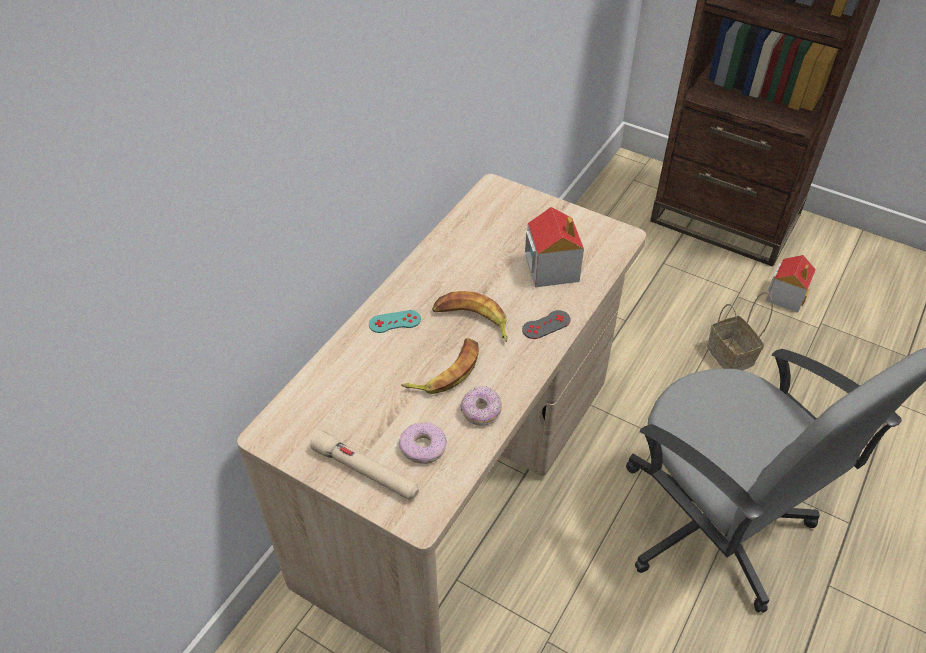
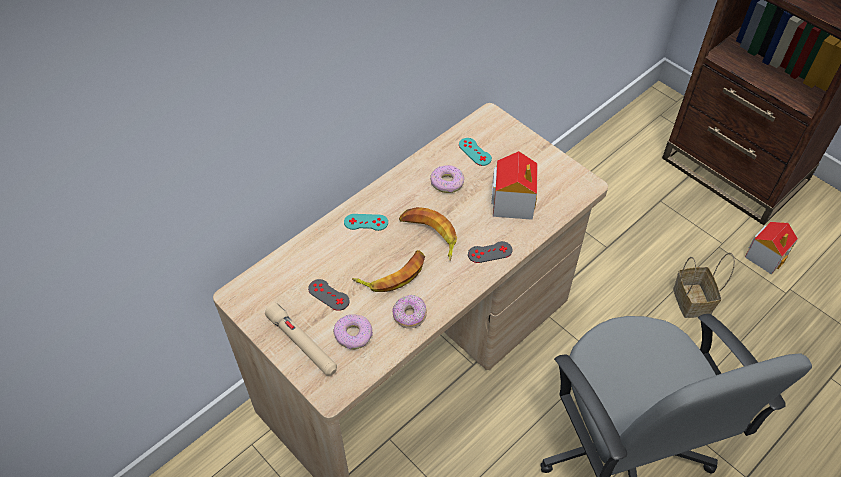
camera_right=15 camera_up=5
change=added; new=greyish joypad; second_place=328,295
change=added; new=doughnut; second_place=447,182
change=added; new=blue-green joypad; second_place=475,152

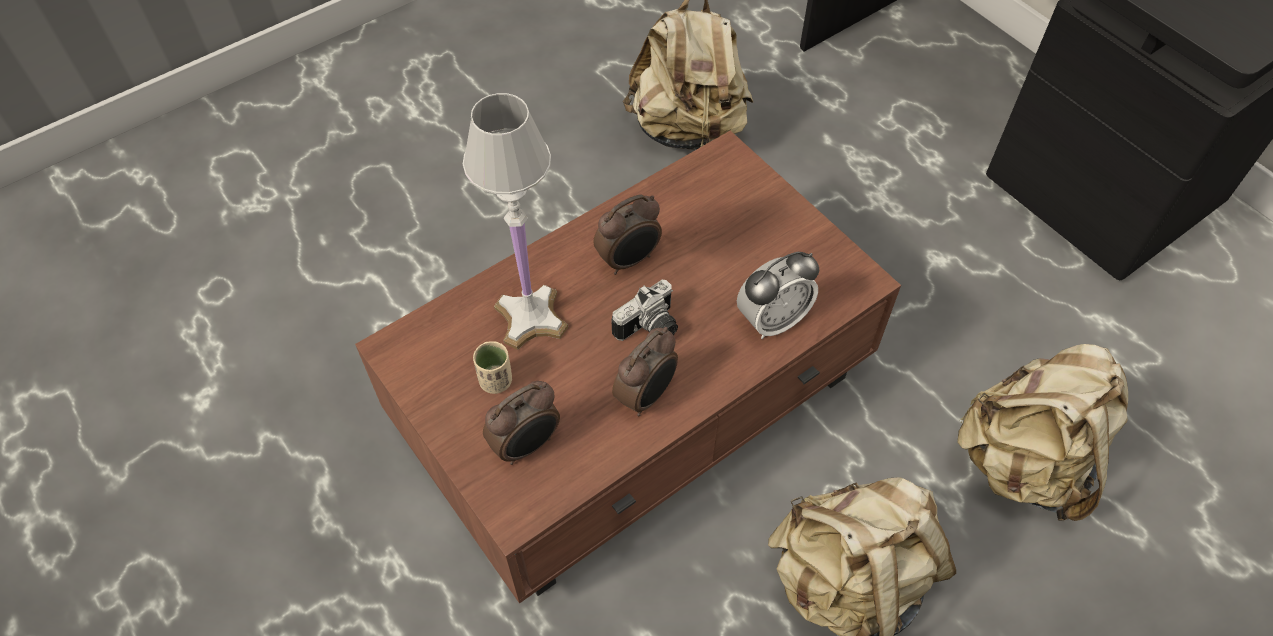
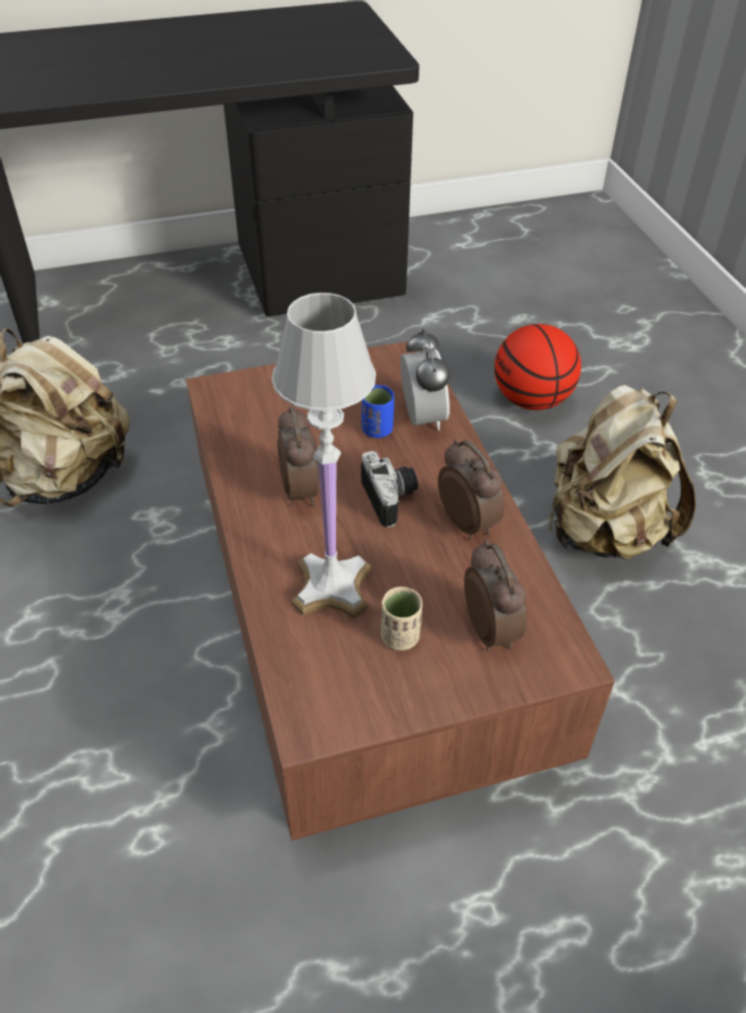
camera_right=-70 camera_up=-10
change=added; new=bluish cup; second_place=377,430
change=replaced; old=beige-coloured rucksack; new=basketball; first_place=1023,463; second_place=532,400

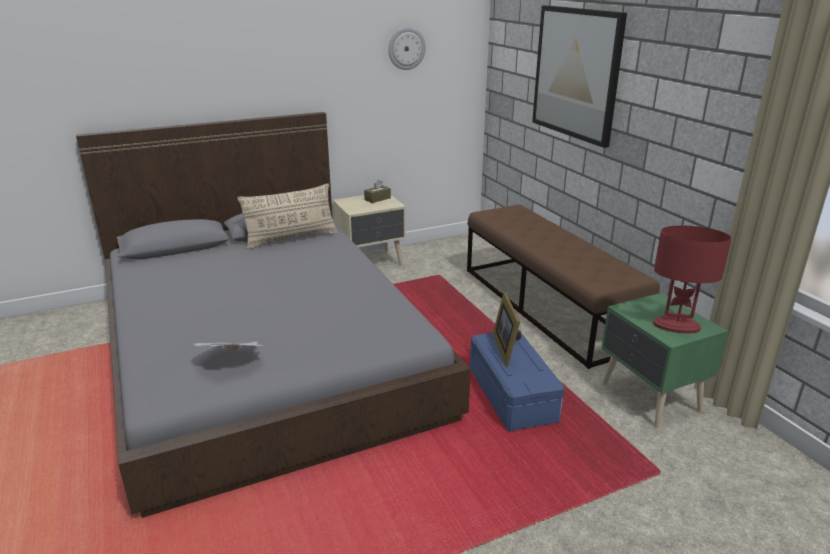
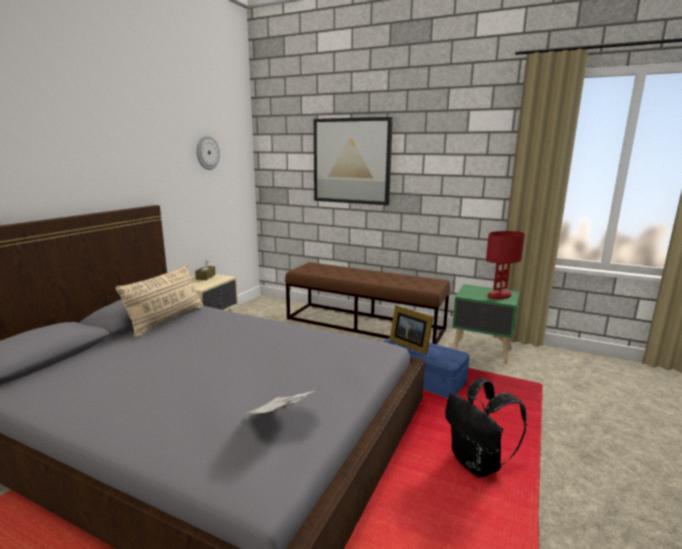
camera_right=-40 camera_up=-10
change=added; new=black rucksack; second_place=478,464

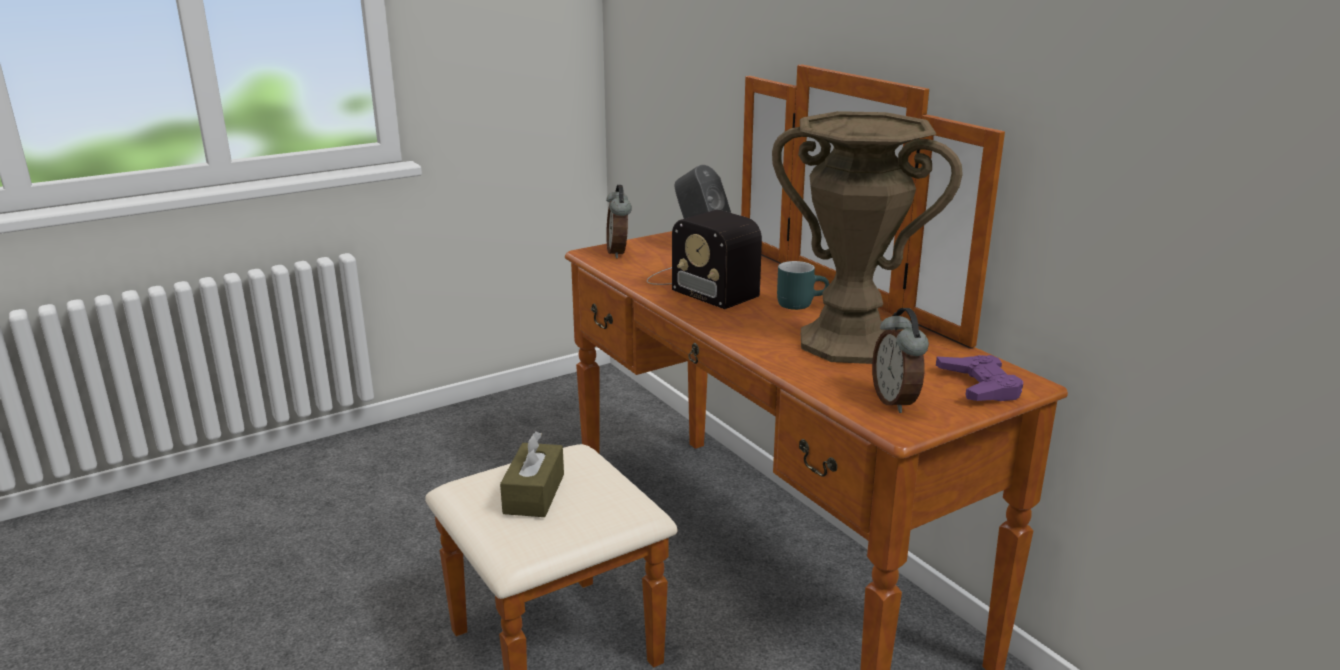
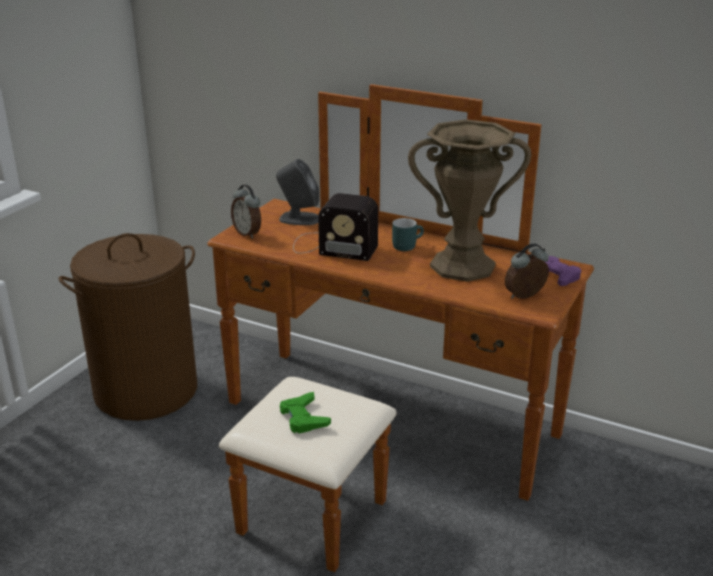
camera_right=-30 camera_up=5
change=added; new=brownish washing basket; second_place=146,390
change=replaced; old=brownish tissue box; new=green-coloured joypad; first_place=534,493; second_place=303,418
change=turned; old=table clock; first_place=896,401; second_place=525,297; degrees=105

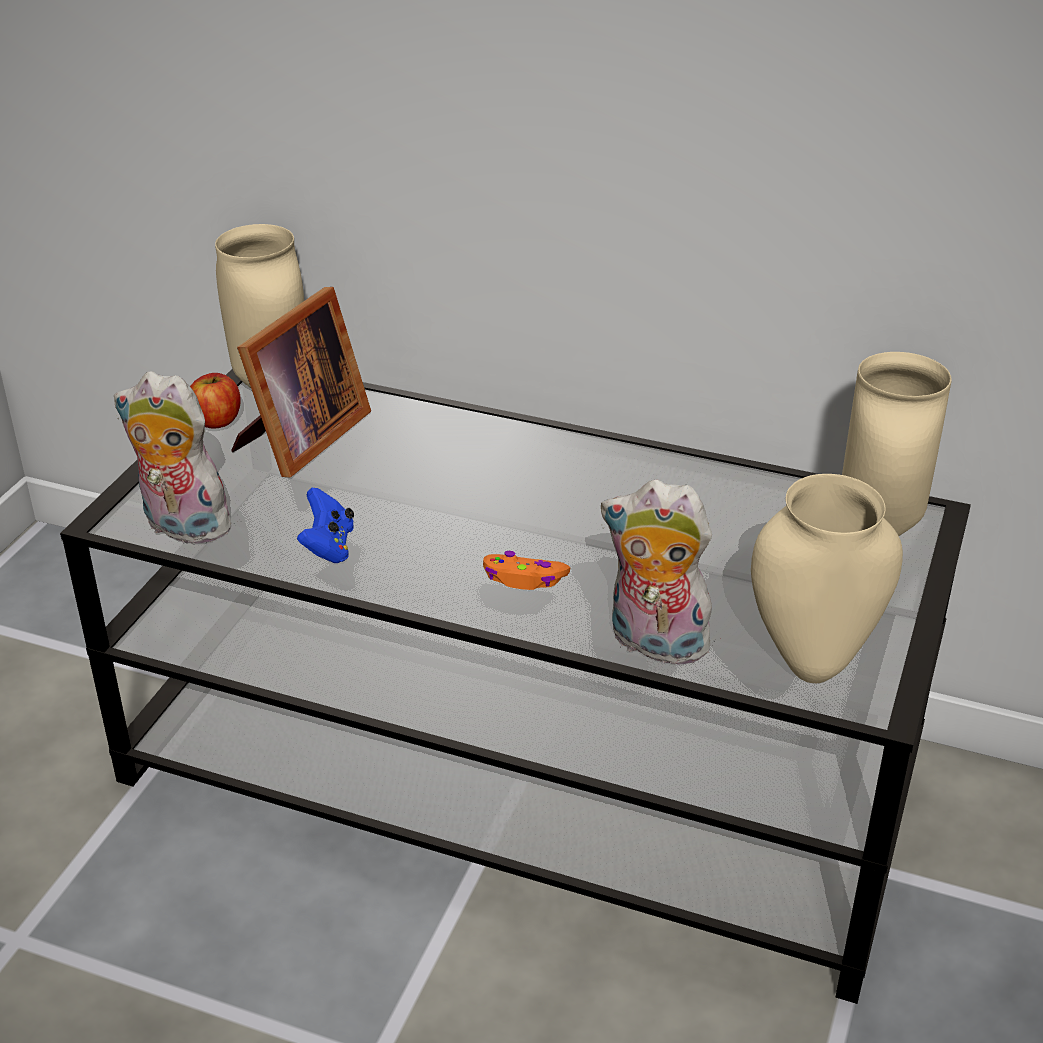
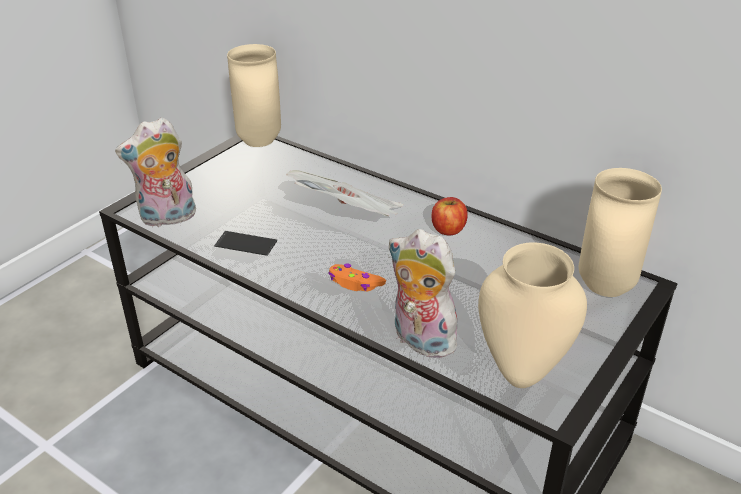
camera_right=15 camera_up=0
change=removed; old=picture frame; first_place=299,439
change=added; new=newspaper; second_place=349,219
change=moved; old=whole apple; first_place=216,421; second_place=448,229
change=replaced; old=bluish joypad; new=telephone; first_place=328,547; second_place=246,243
change=turned; old=soft toy; first_place=181,527; second_place=167,218; degrees=-60

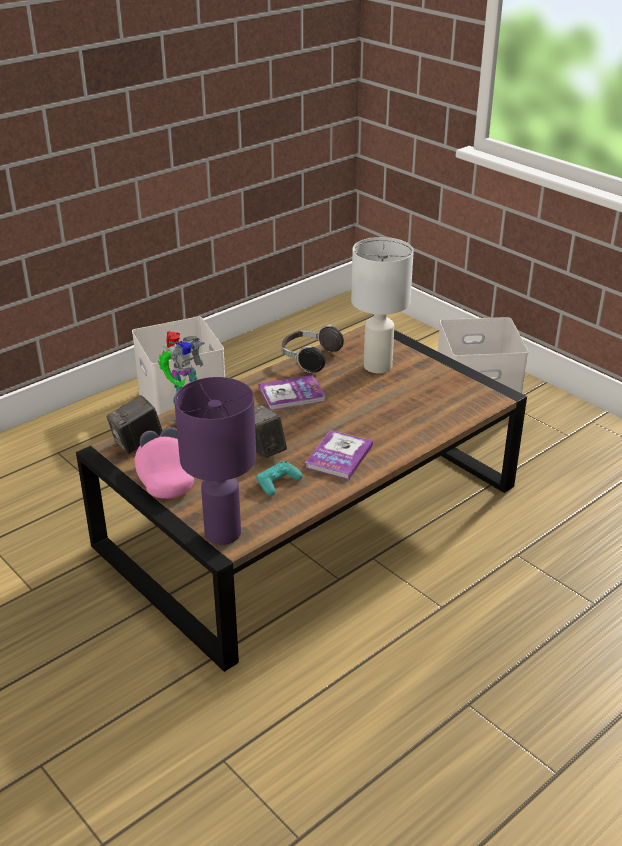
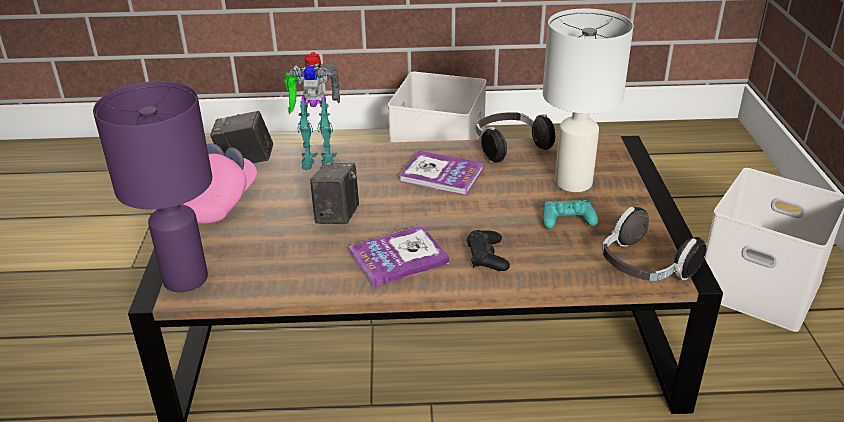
camera_right=40 camera_up=0
change=added; new=black joypad; second_place=487,256
change=added; new=pair of headphones; second_place=644,268
change=moved; old=blue-green joypad; first_place=277,482; second_place=567,220

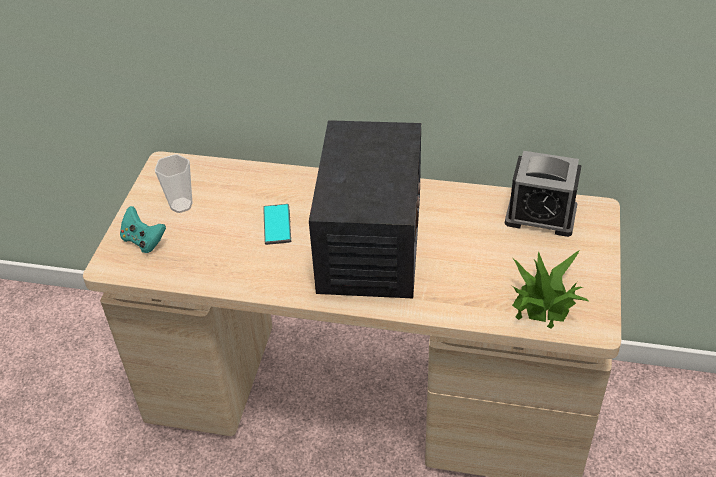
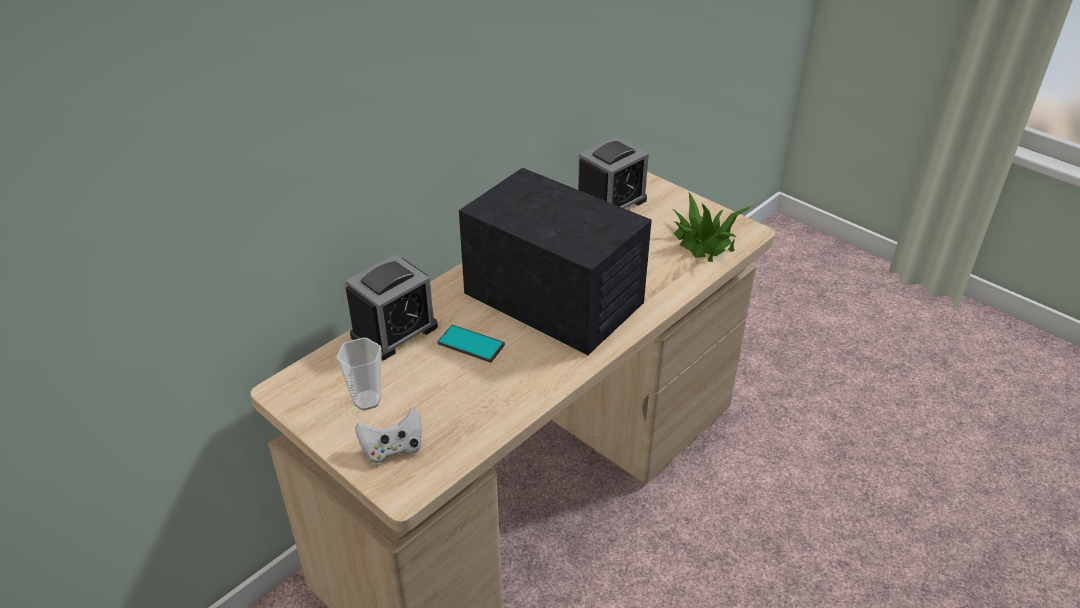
camera_right=-60 camera_up=-5
change=added; new=table clock; second_place=394,331
change=recoloured; old=blue-green joypad; new=white-coloured joypad; first_place=143,241; second_place=393,449

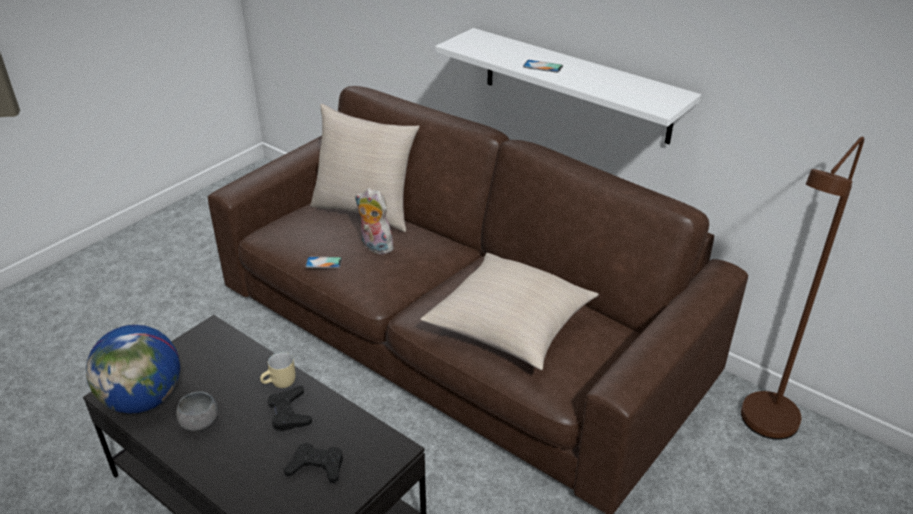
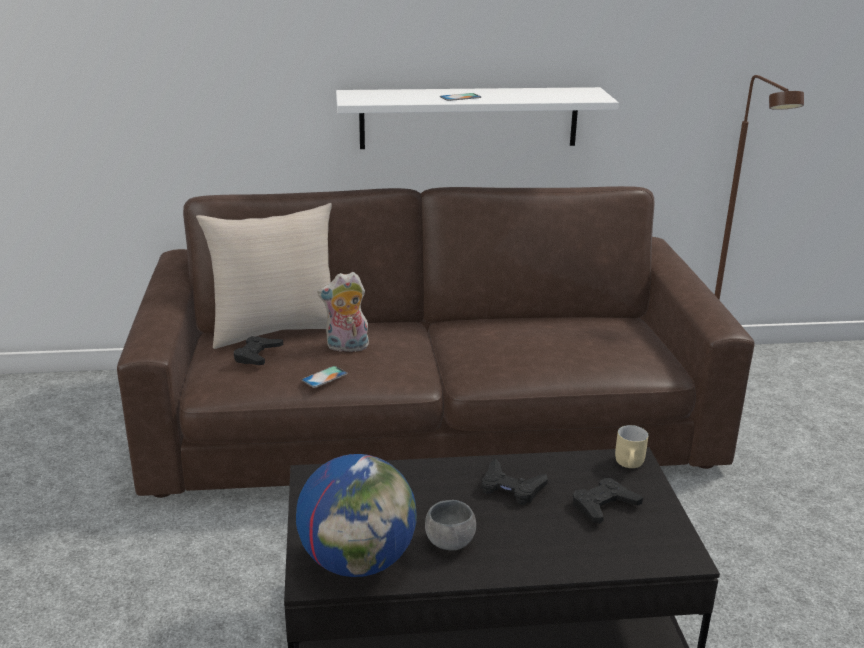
camera_right=-45 camera_up=-10
change=removed; old=beige-coloured pillow; first_place=510,325
change=added; new=black joypad; second_place=257,355
change=moved; old=beige-coloured mug; first_place=280,383; second_place=631,464

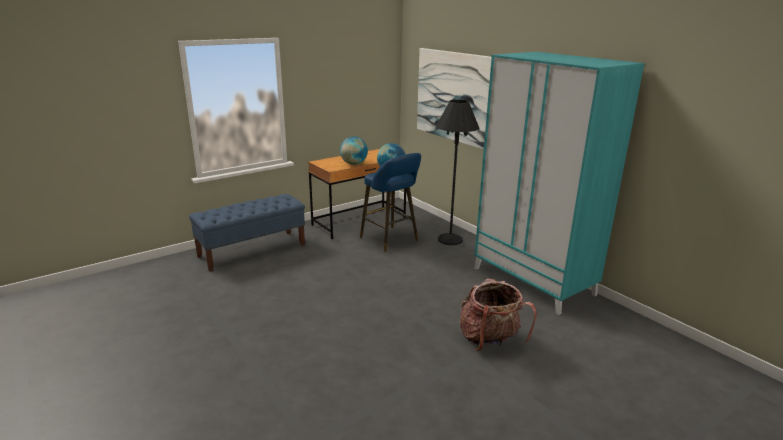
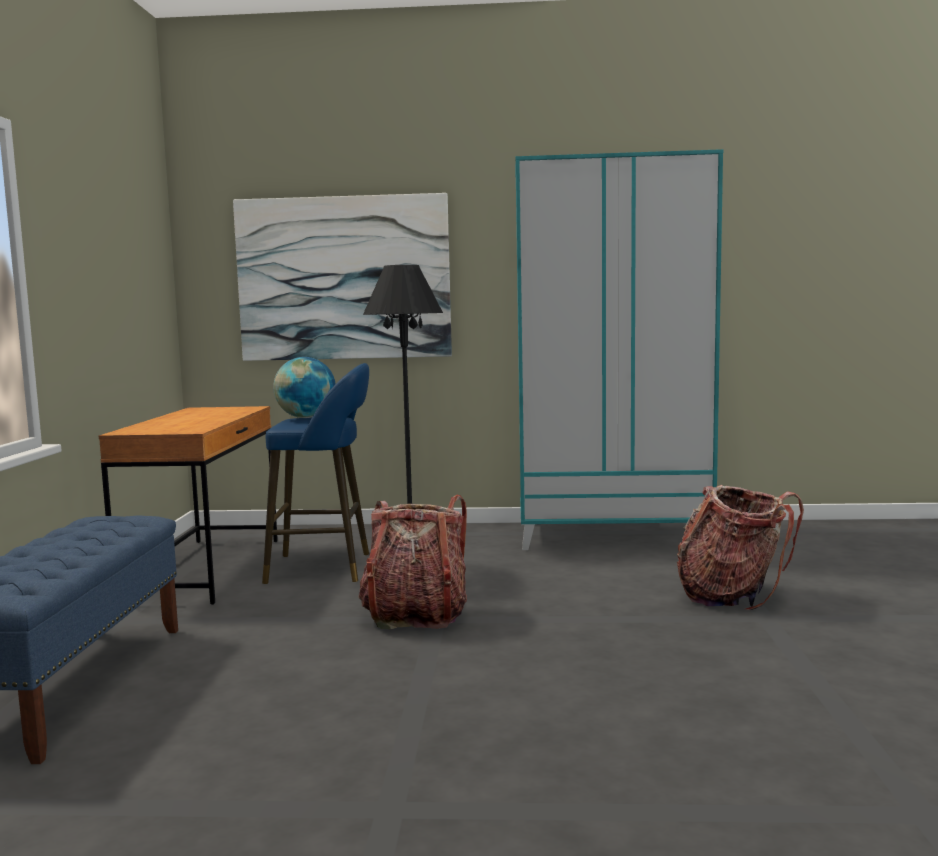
camera_right=-50 camera_up=-15
change=removed; old=desk globe; first_place=354,164
change=added; new=rucksack; second_place=415,615

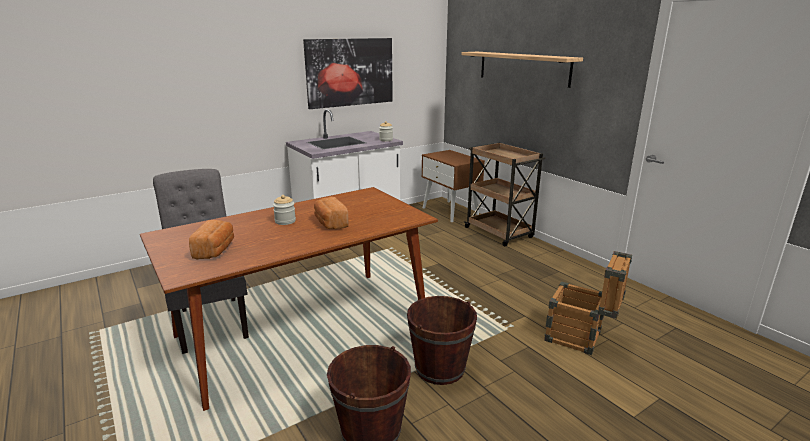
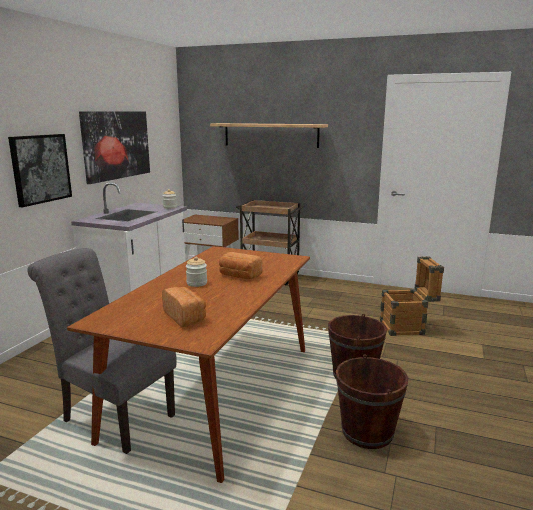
camera_right=-35 camera_up=-5
change=added; new=picture; second_place=40,168

